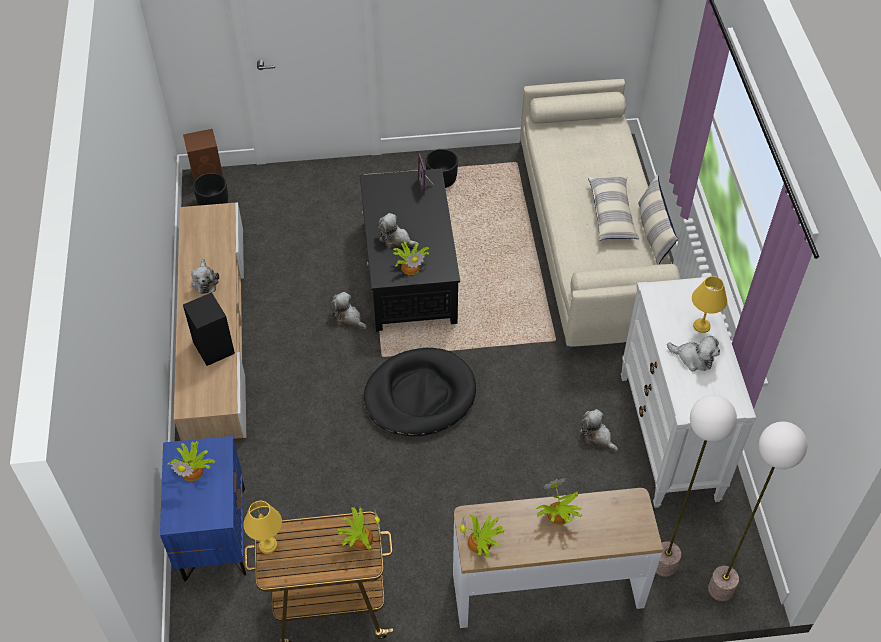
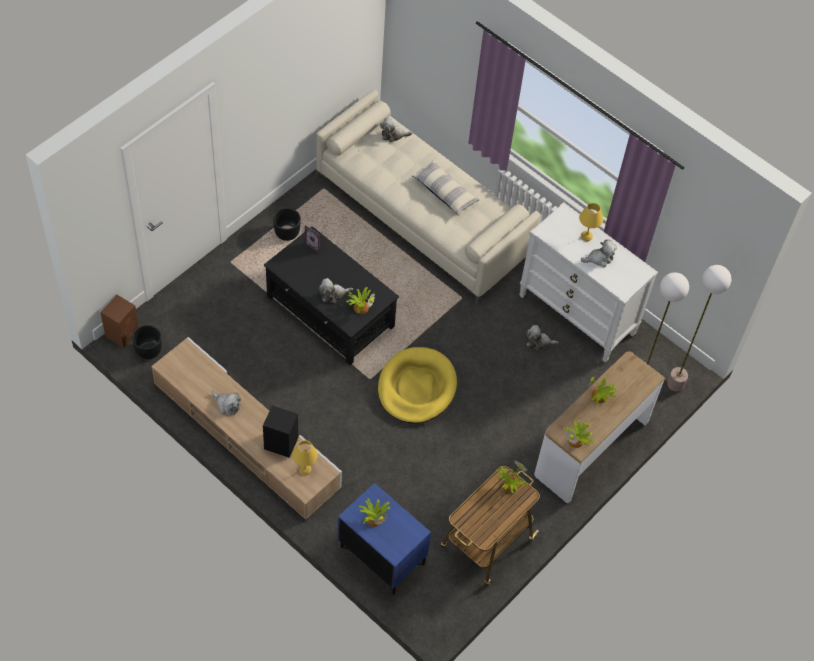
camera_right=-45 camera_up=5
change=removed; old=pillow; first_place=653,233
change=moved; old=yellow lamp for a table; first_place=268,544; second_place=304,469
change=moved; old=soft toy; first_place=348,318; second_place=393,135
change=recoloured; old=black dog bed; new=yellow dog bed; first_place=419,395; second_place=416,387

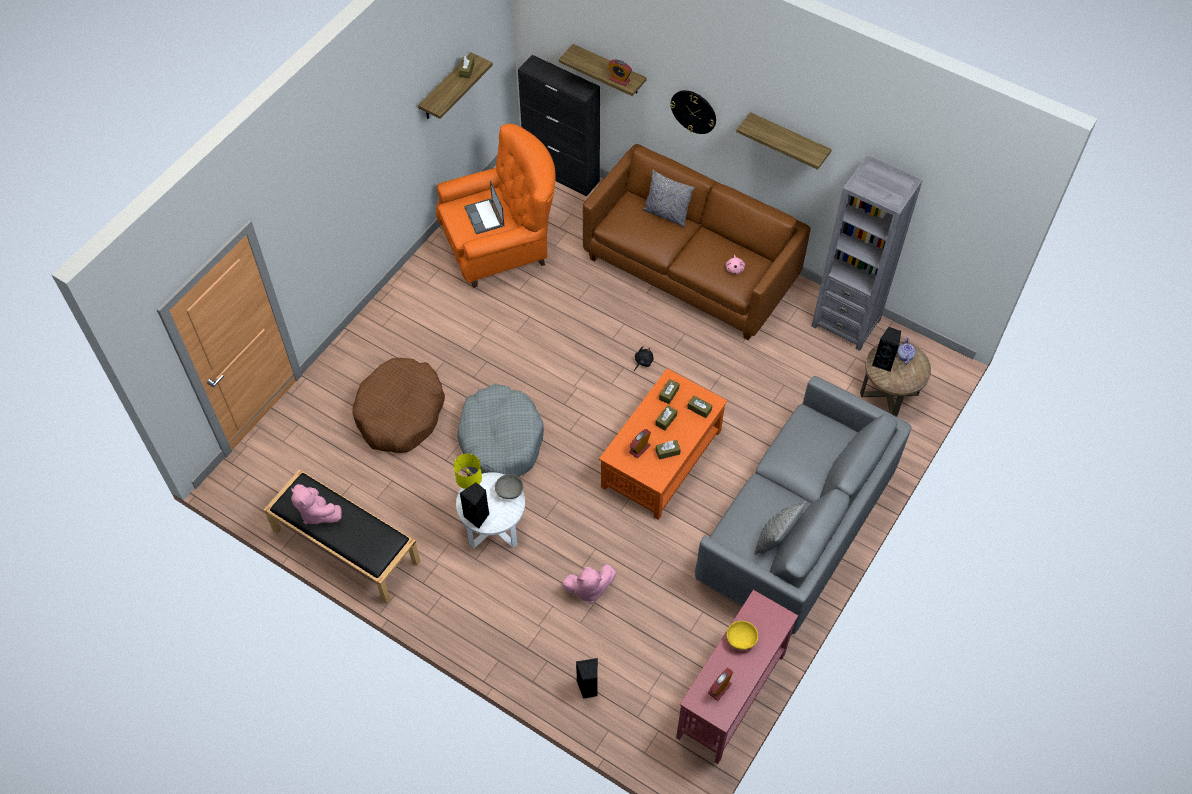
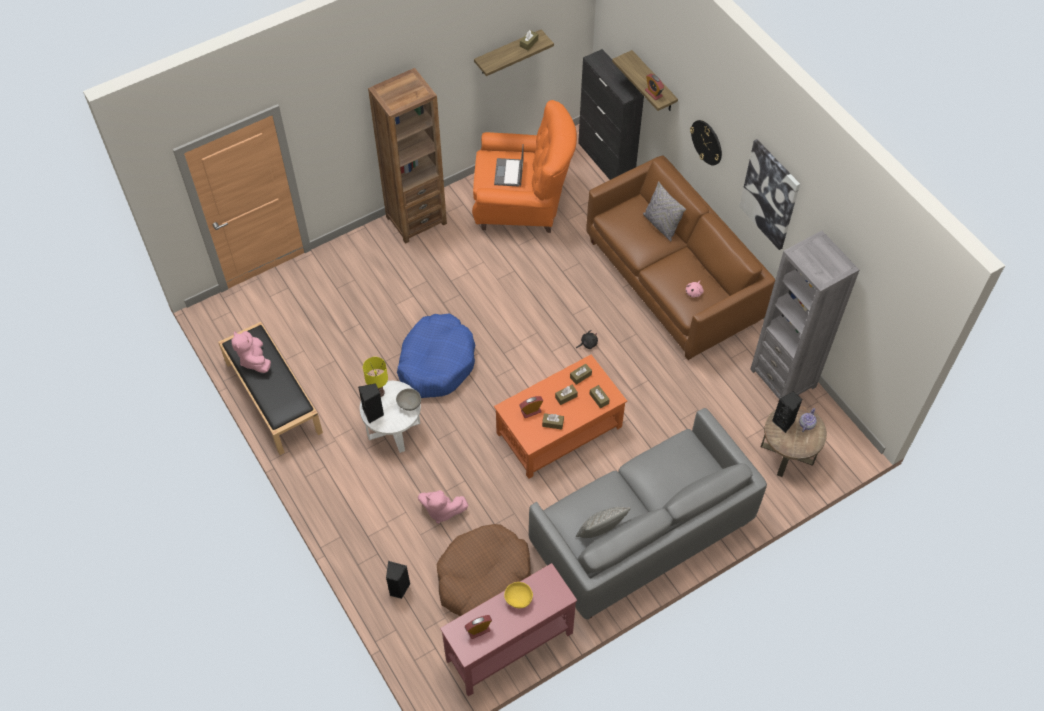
camera_right=25 camera_up=0
change=added; new=brownish bookshelf; second_place=416,220
change=moved; old=brownish dog bed; first_place=400,413; second_place=483,577
change=replaced; old=wall shelf; new=picture; first_place=788,140; second_place=770,194
change=recoloured; old=greyish dog bed; new=bluish dog bed; first_place=500,440; second_place=436,362

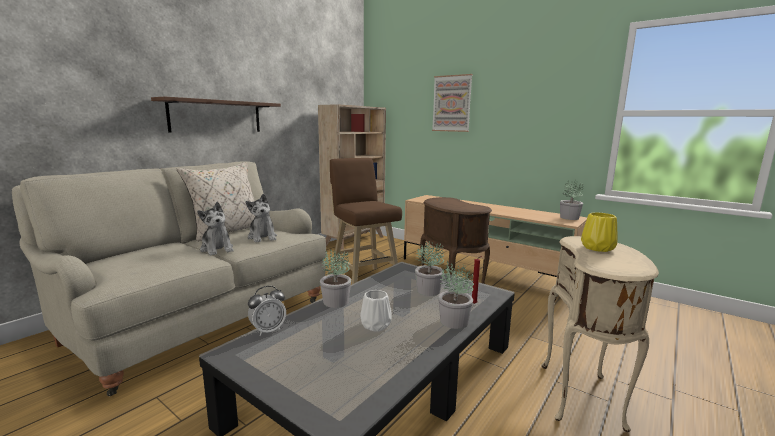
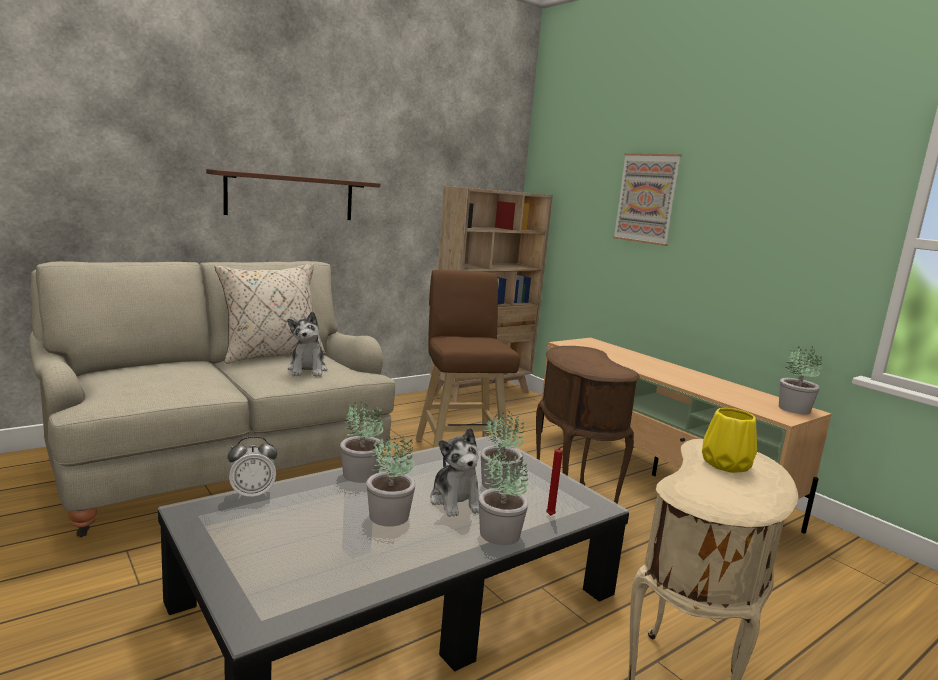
camera_right=15 camera_up=0
change=moved; old=soft toy; first_place=217,249; second_place=456,501
change=replaced; old=white-coloured decorative vase; new=houseplant; first_place=376,325; second_place=389,516

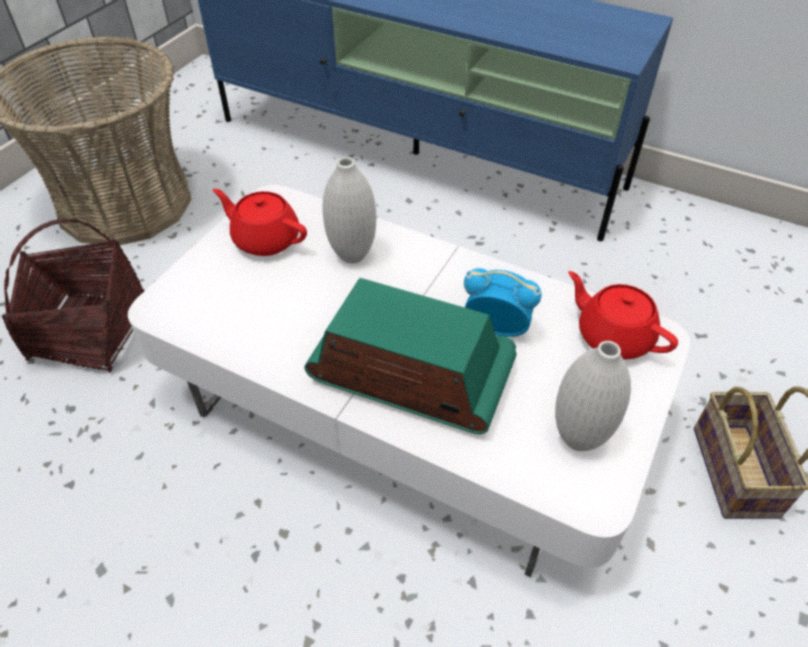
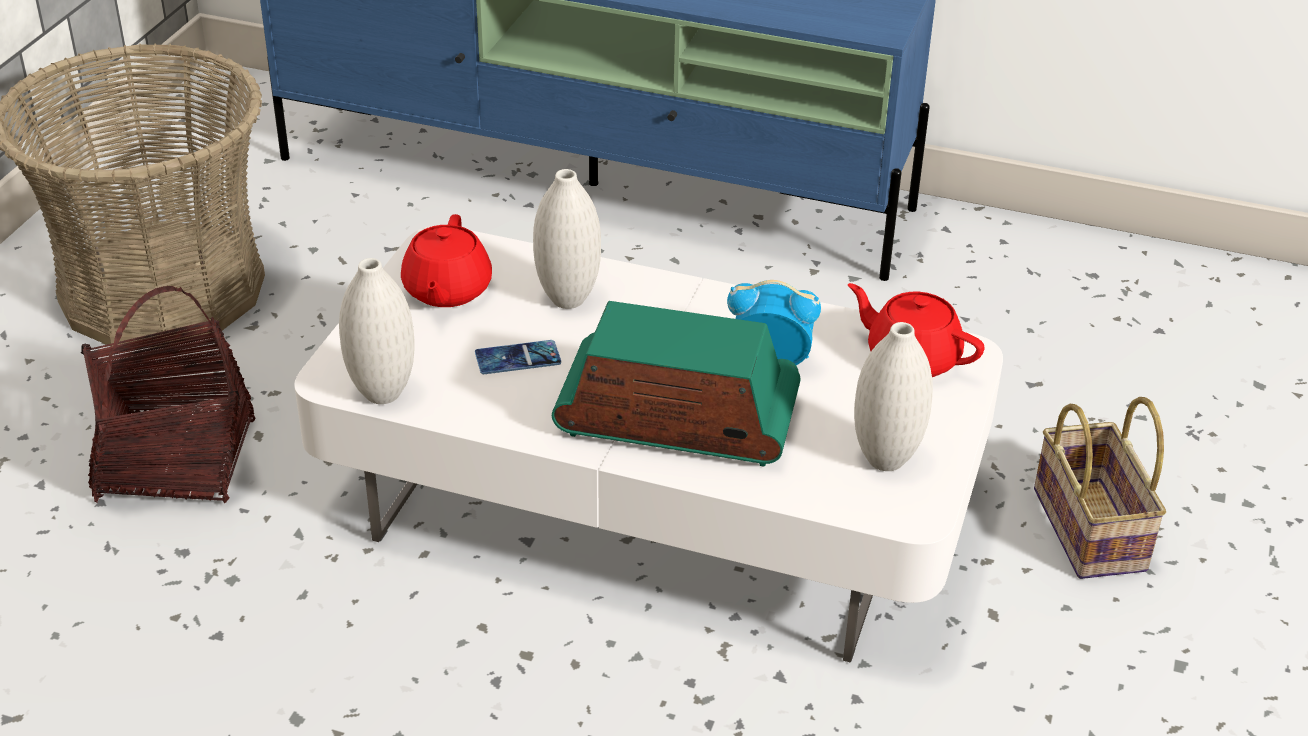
camera_right=-10 camera_up=-10
change=added; new=white-coloured decorative vase; second_place=382,393
change=added; new=telephone; second_place=518,358
change=turned; old=red-coloured teapot; first_place=265,239; second_place=446,291; degrees=-105

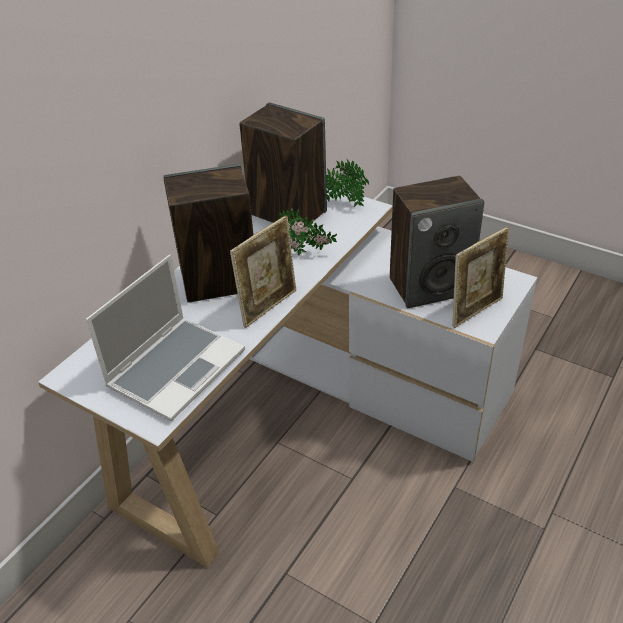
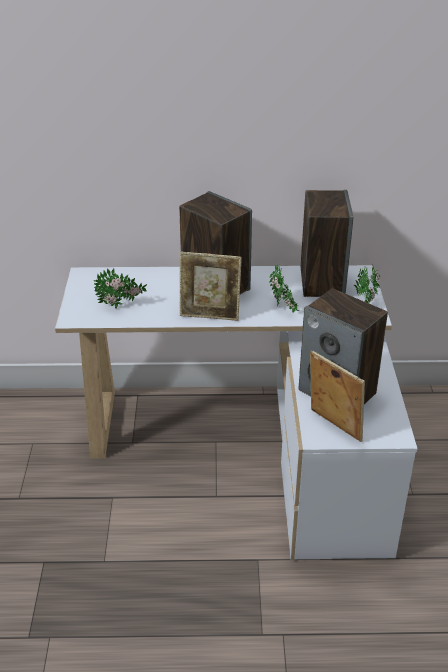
camera_right=55 camera_up=-5
change=replaced; old=notebook computer; new=houseplant; first_place=176,367; second_place=121,306
change=turned; old=picture frame; first_place=476,310; second_place=333,426; degrees=-150

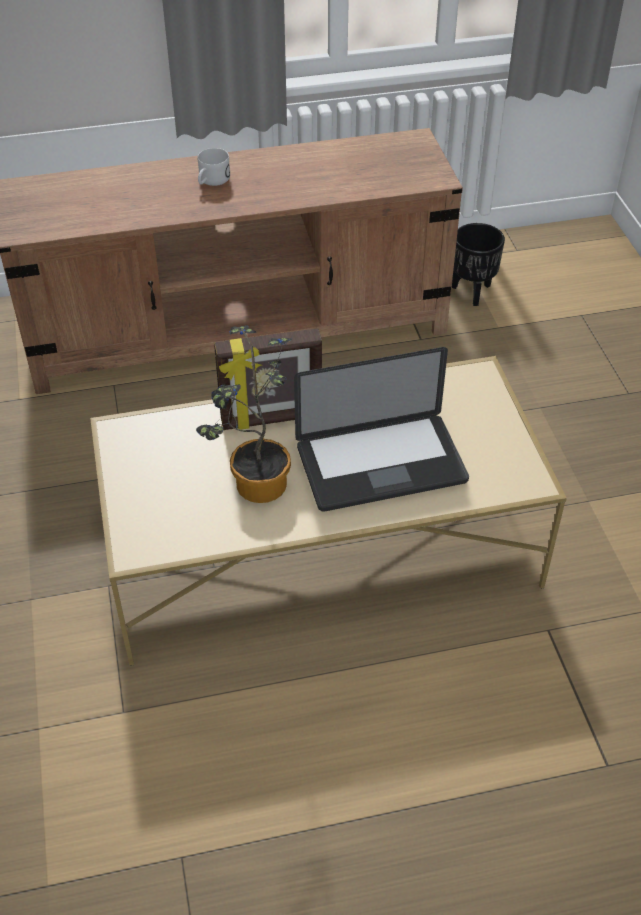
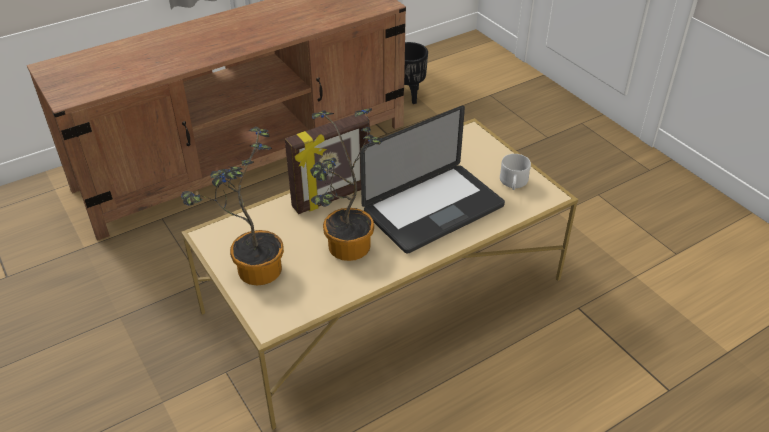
camera_right=-20 camera_up=-5
change=added; new=houseplant; second_place=252,270
change=moved; old=white-coloured mug; first_place=211,181; second_place=513,184

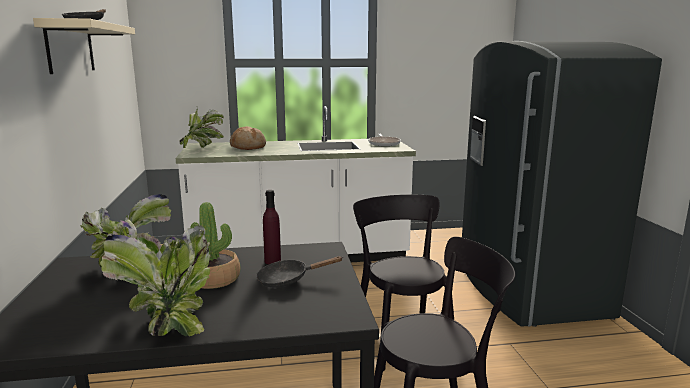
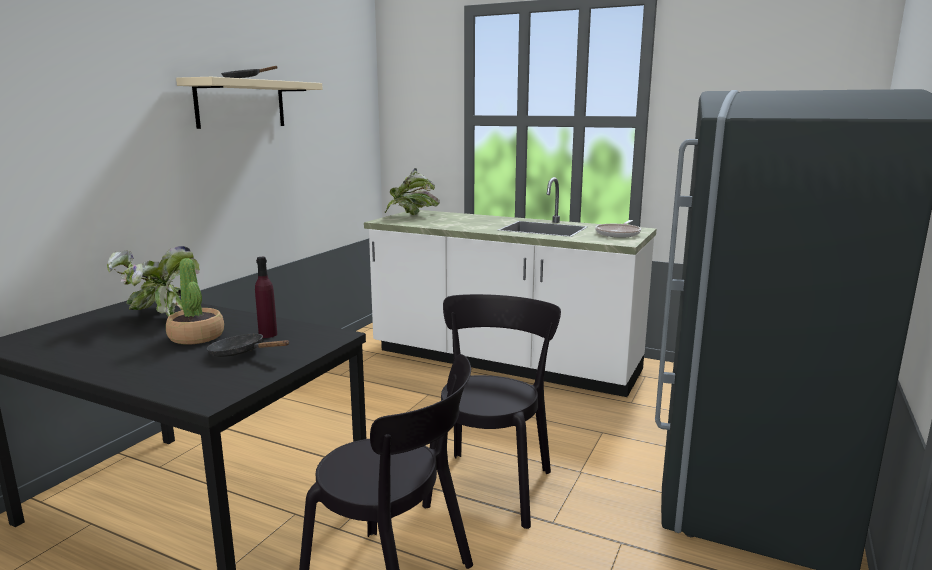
camera_right=35 camera_up=0
change=removed; old=houseplant; first_place=171,320
change=removed; old=bread; first_place=248,147

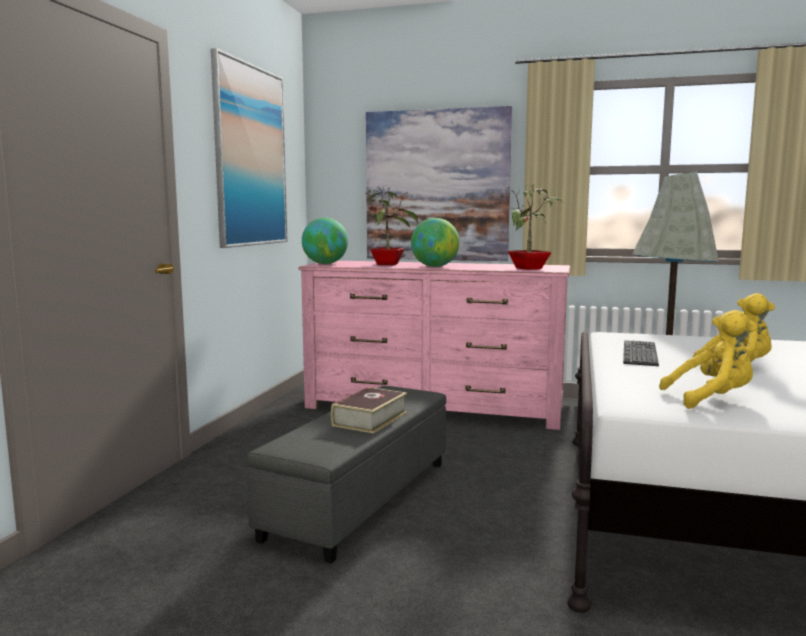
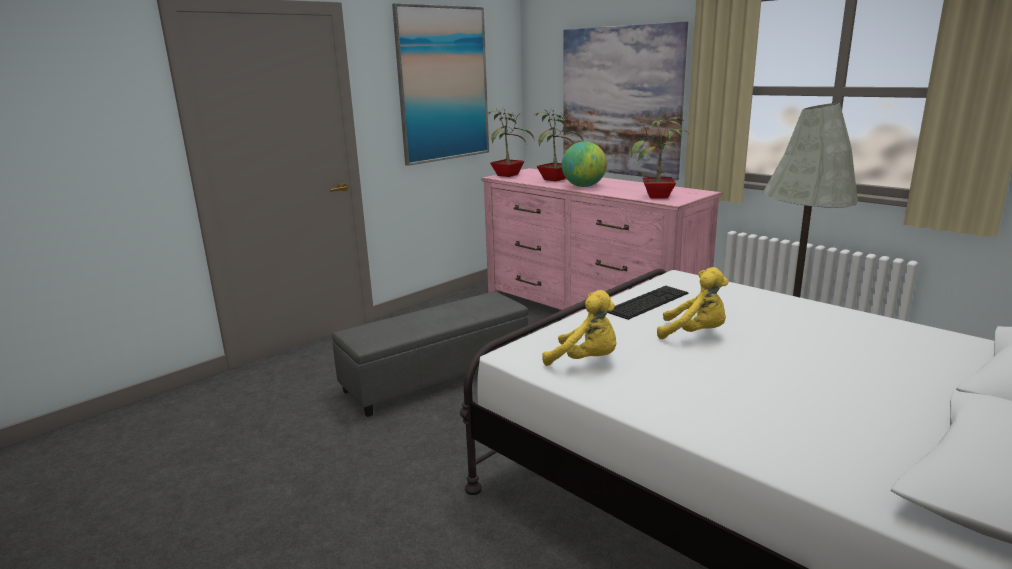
camera_right=30 camera_up=10
change=removed; old=volume; first_place=370,419
change=replaced; old=desk globe; new=houseplant; first_place=325,264; second_place=508,175

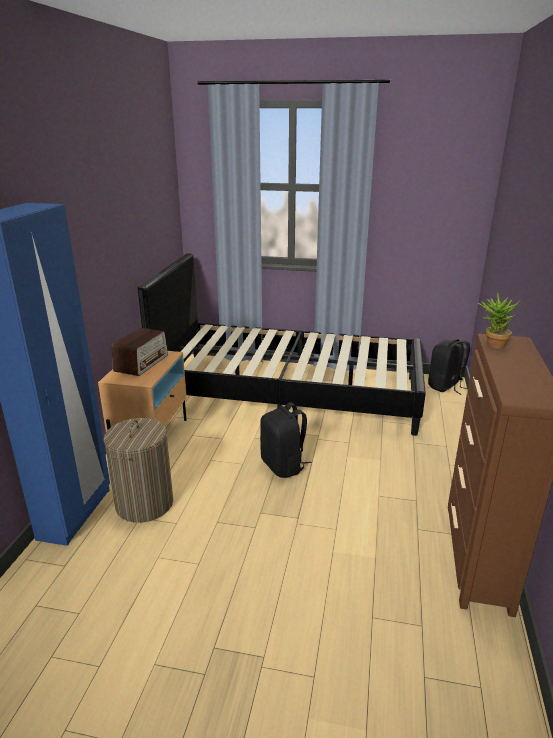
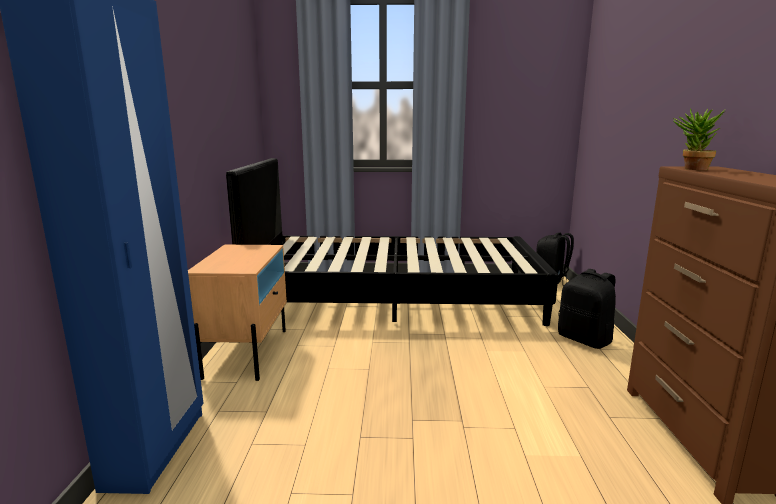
camera_right=-10 camera_up=-10
change=removed; old=washing basket; first_place=144,503
change=removed; old=radio receiver; first_place=142,363
change=moved; old=black rucksack; first_place=283,466; second_place=585,339

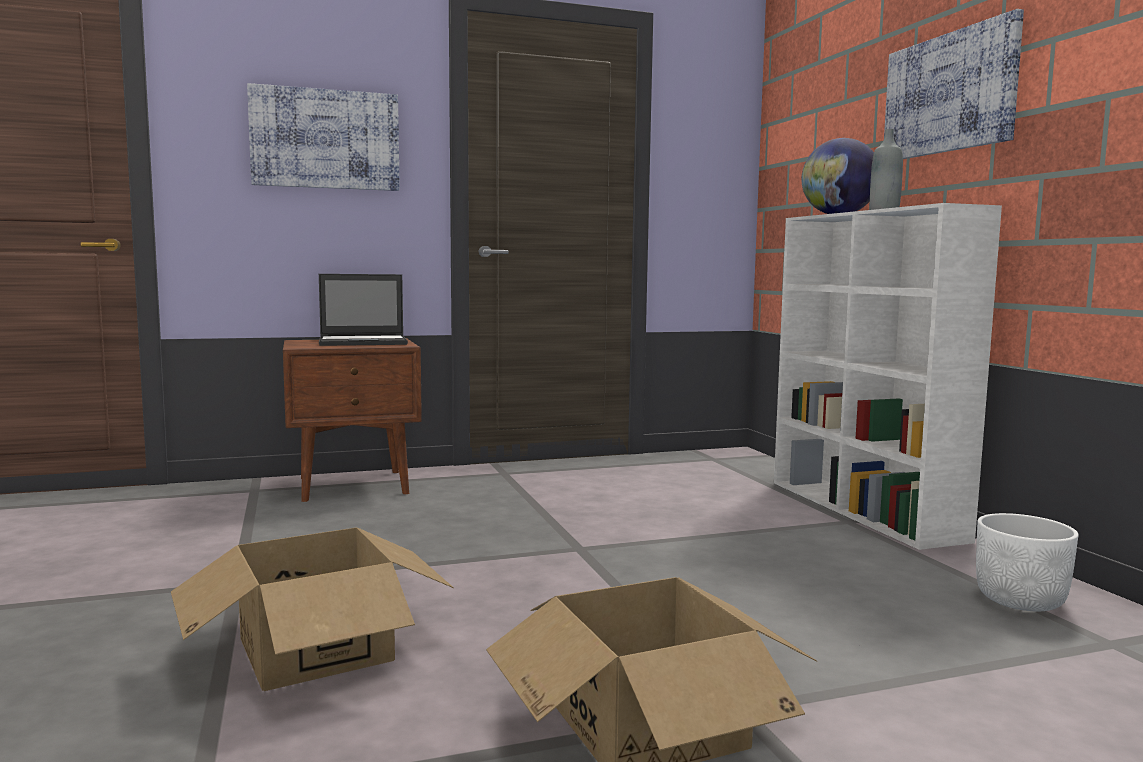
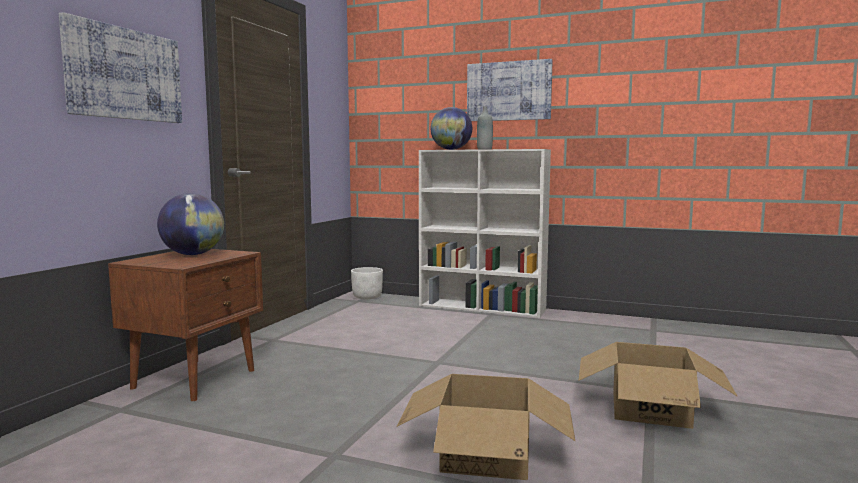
camera_right=-50 camera_up=0
change=moved; old=white-coloured plant pot; first_place=1020,600; second_place=367,297
change=replaced; old=notebook computer; new=desk globe; first_place=364,342; second_place=193,254

